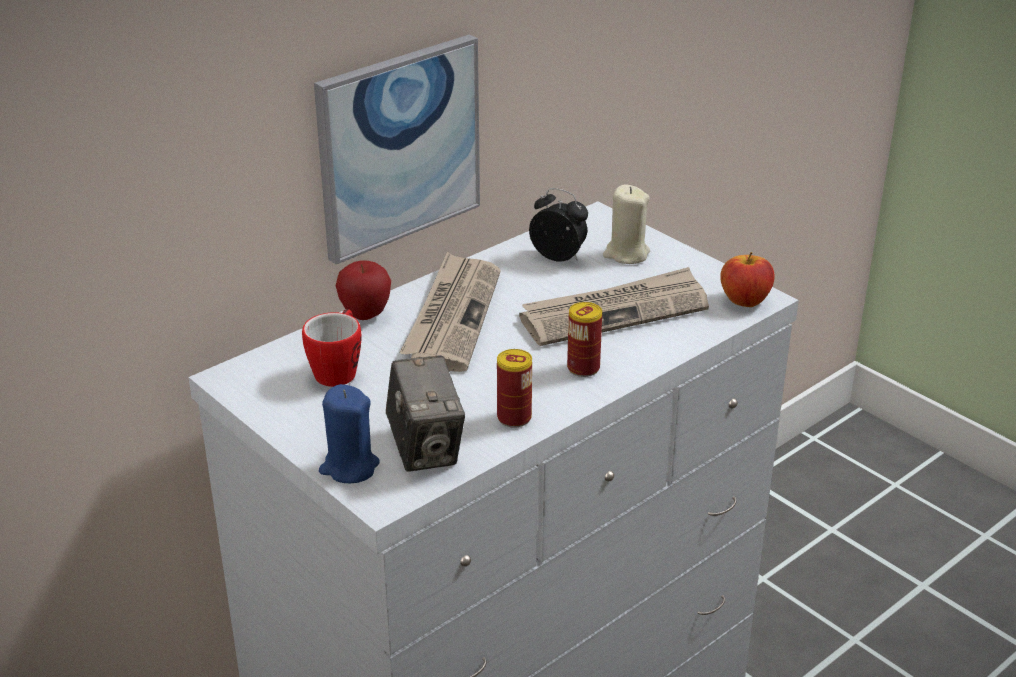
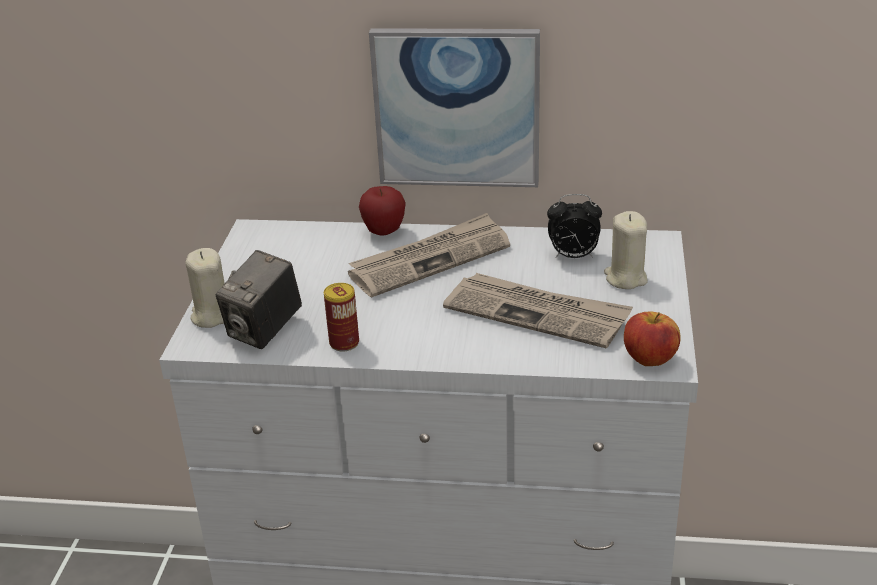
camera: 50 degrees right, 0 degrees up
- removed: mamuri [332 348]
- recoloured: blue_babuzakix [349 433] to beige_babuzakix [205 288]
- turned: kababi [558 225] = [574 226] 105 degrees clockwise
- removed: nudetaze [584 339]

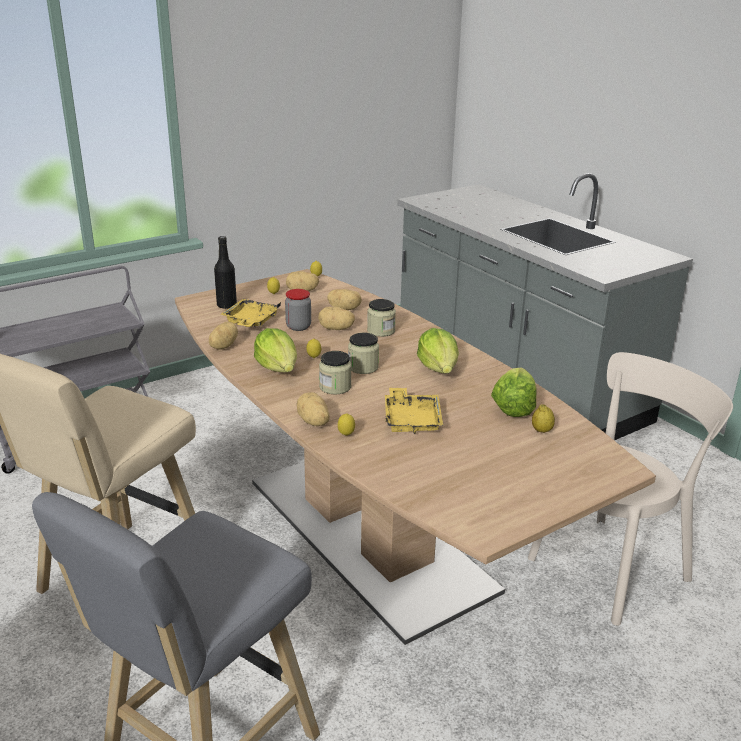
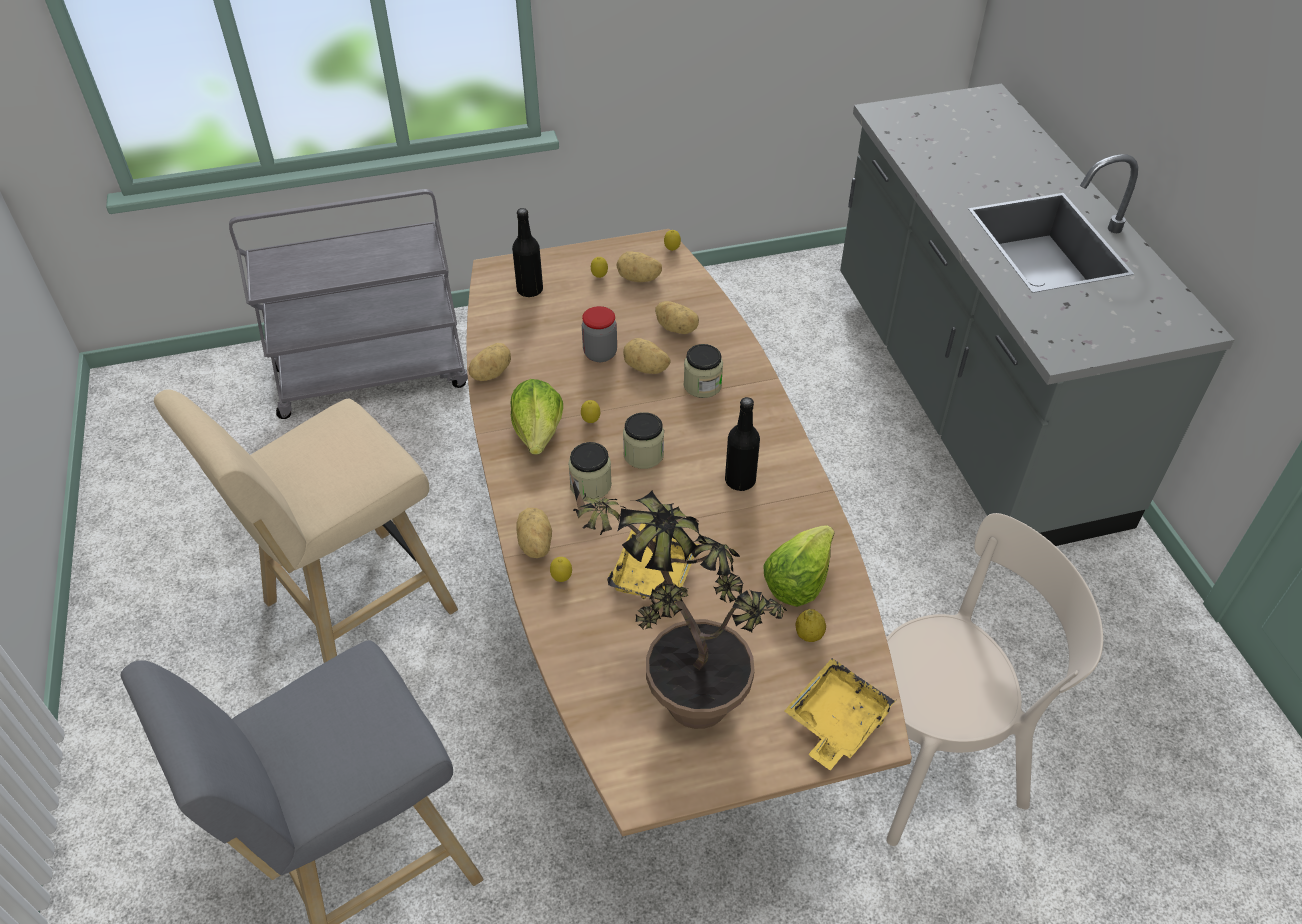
camera: 20 degrees right, 20 degrees up
- moved: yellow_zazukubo [250 313] to [840 714]
- replaced: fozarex [438 350] to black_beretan [742 444]
- added: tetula [678 599]

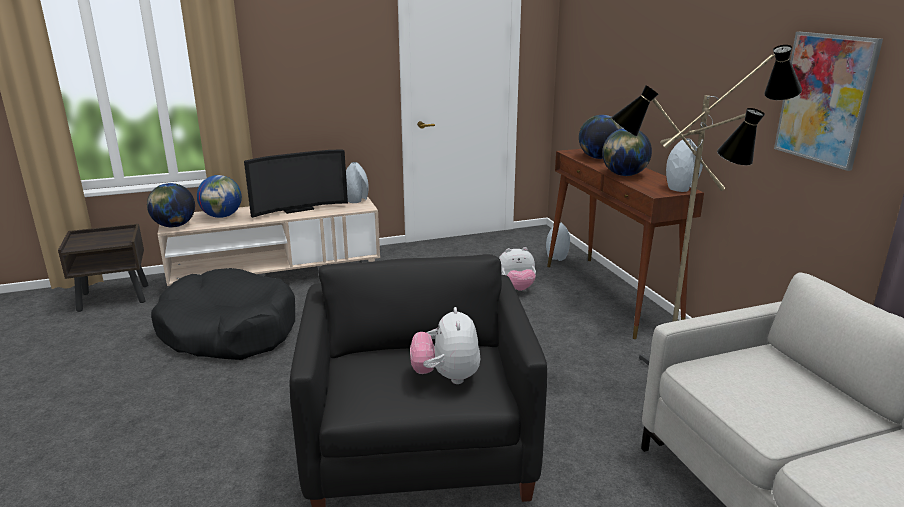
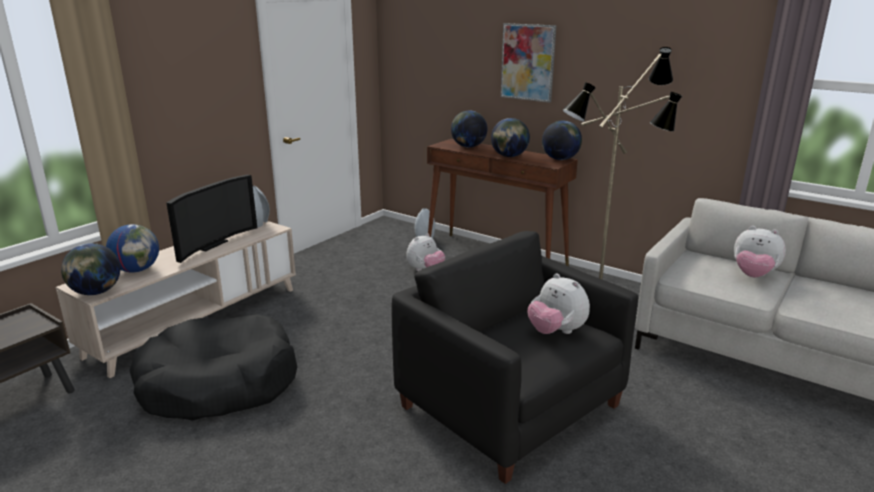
camera: 35 degrees left, 0 degrees up
- replaced: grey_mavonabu [684 165] to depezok [562 140]
- moved: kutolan [828 101] to [528 63]
- added: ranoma [760 252]

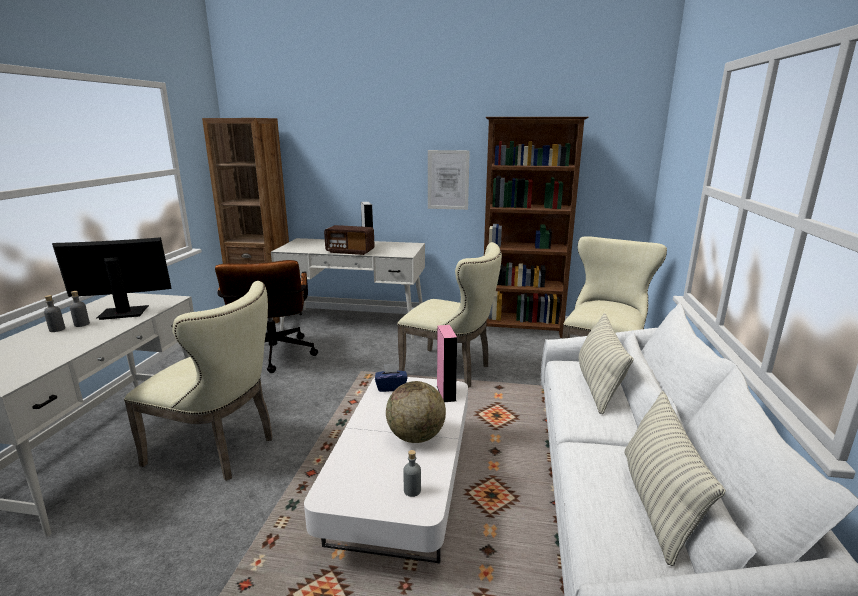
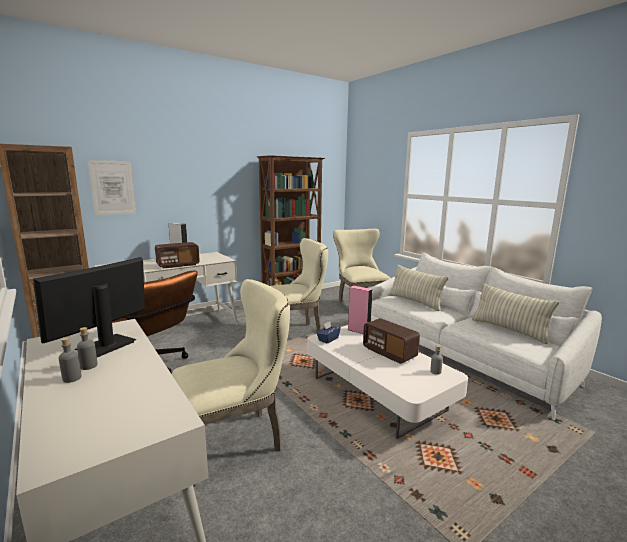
camera: 45 degrees left, 5 degrees down
- replaced: depezok [416 412] to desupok [391 341]
- moved: kutolan [449 180] to [112 187]

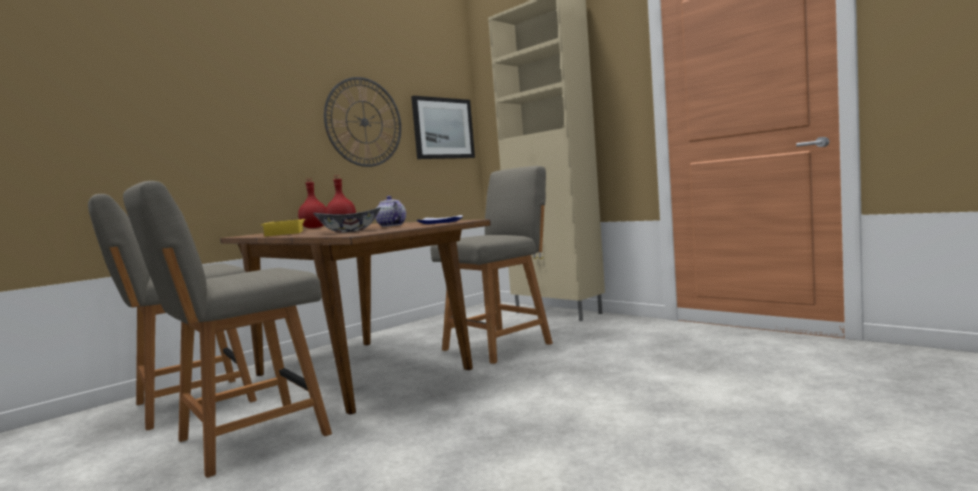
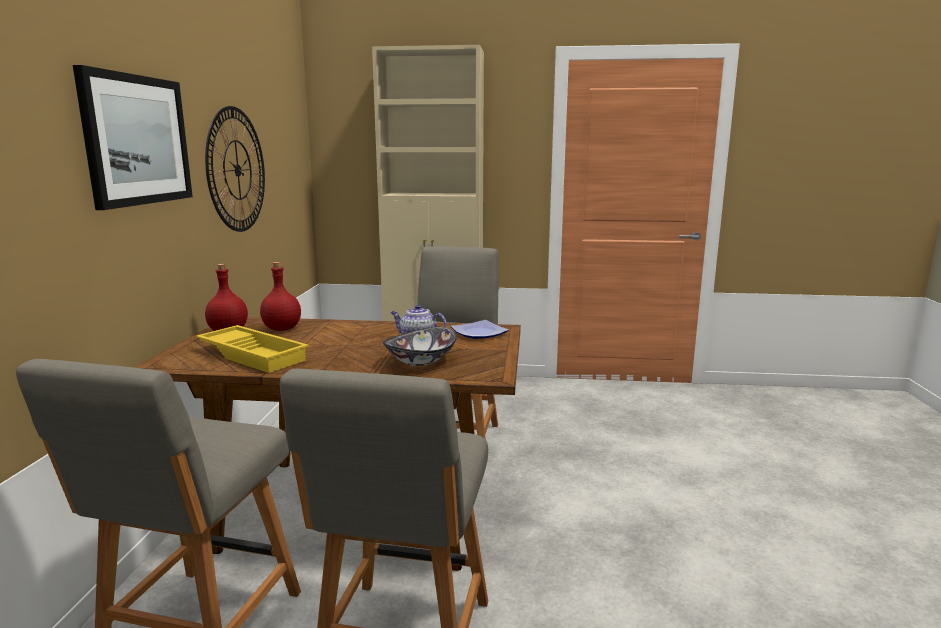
camera: 40 degrees left, 10 degrees up
- moved: kutolan [443 127] to [133 137]

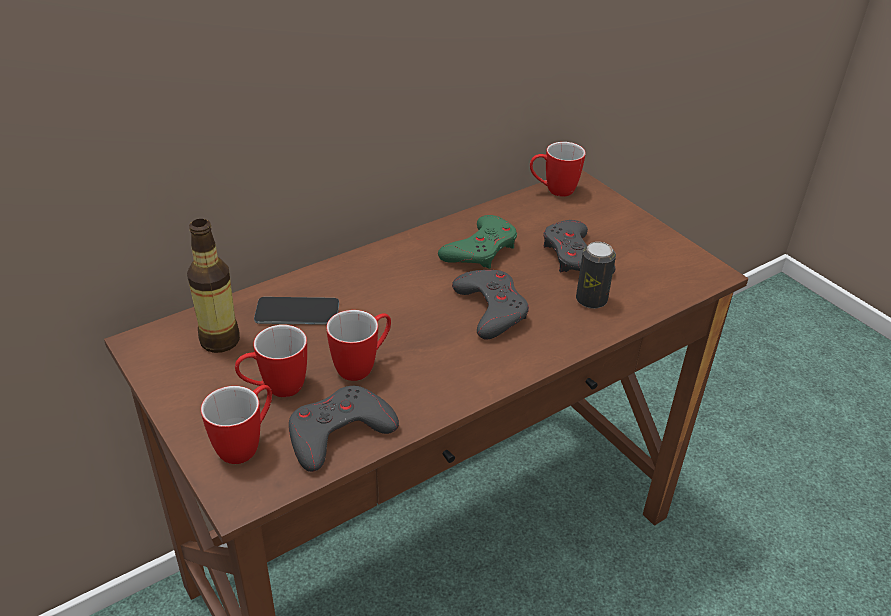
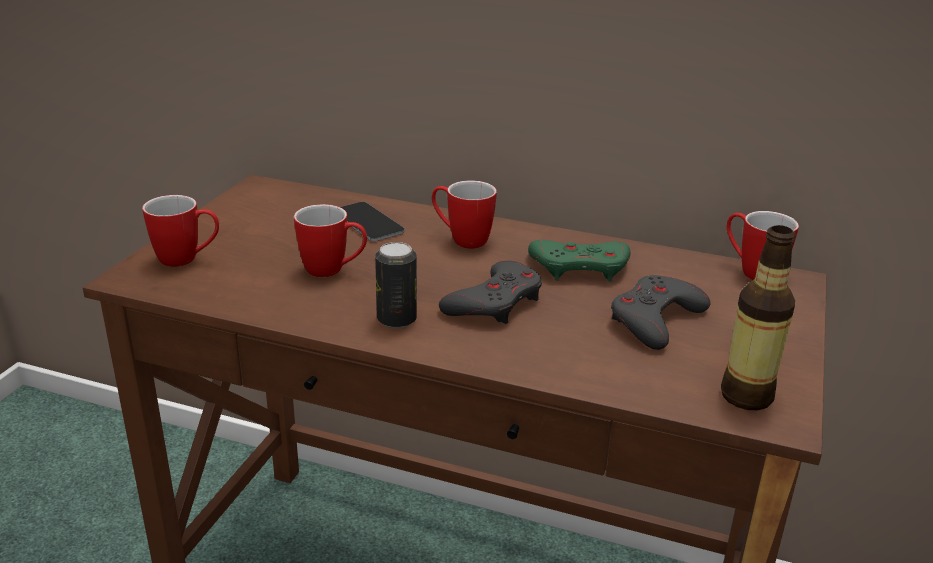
camera: 55 degrees right, 10 degrees down
- moved: beretan [213 286] to [758 317]
- moved: mamuri [271 361] to [464 214]
- removed: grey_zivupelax [344 429]
- moved: nudetaze [596 275] to [396 285]

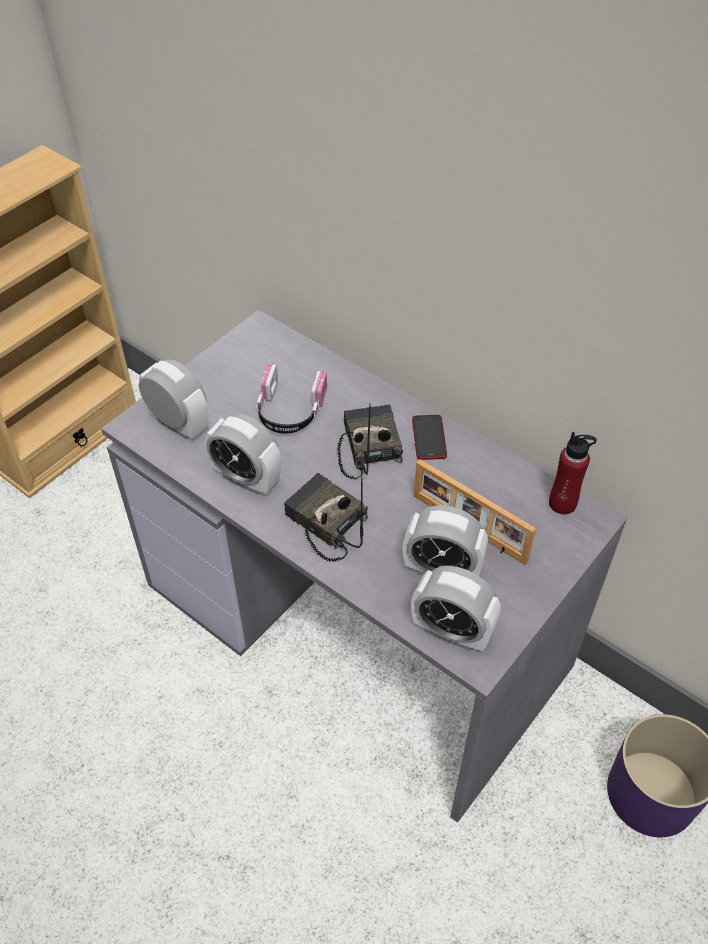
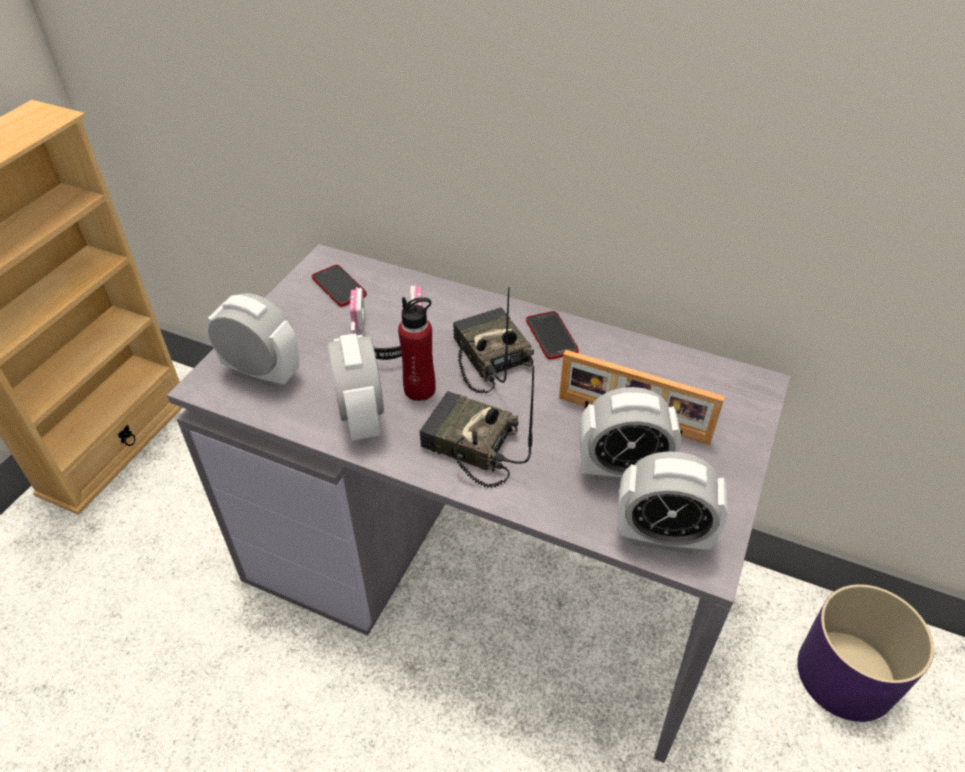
camera: 15 degrees left, 5 degrees down
- turned: kababi [243 454] = [356 386] 60 degrees clockwise
- moved: red_beretan [573 473] to [417 349]
- added: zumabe [339 286]

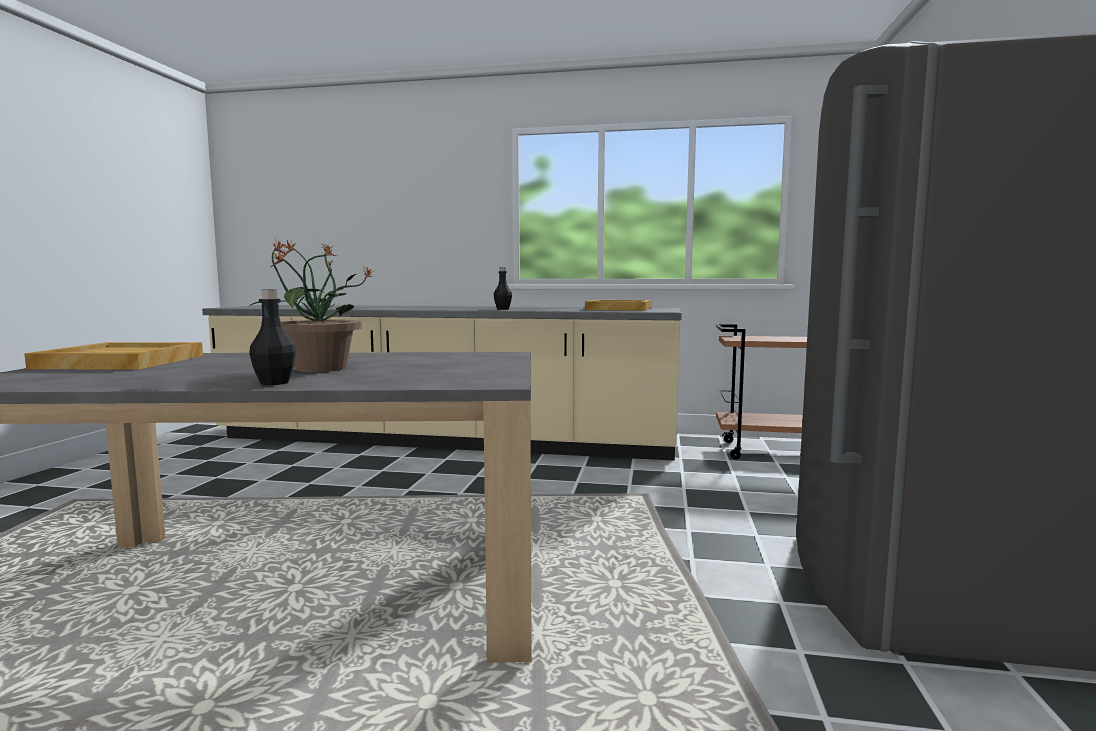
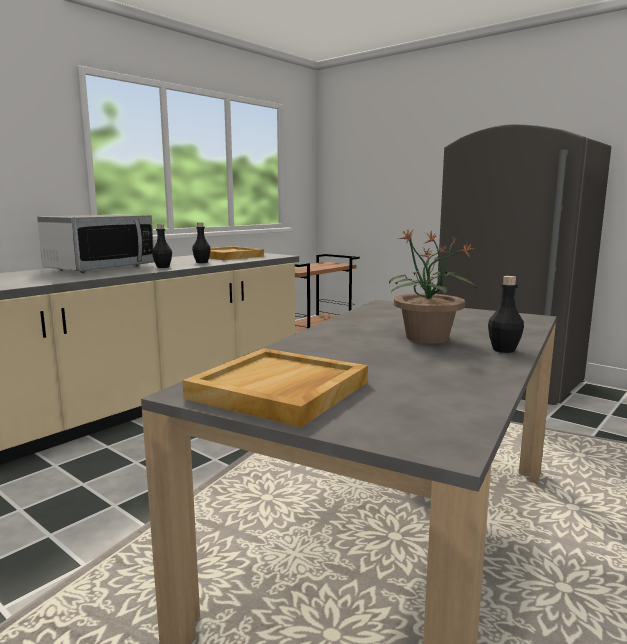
camera: 60 degrees left, 5 degrees up
- added: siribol [95 244]
- added: black_beretan [201 243]

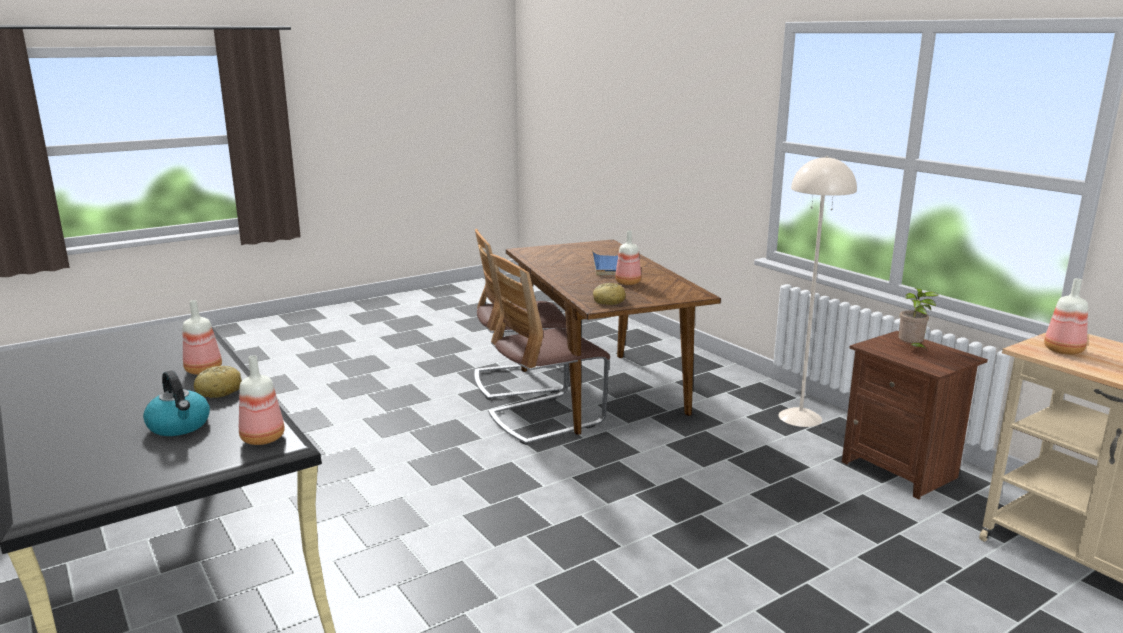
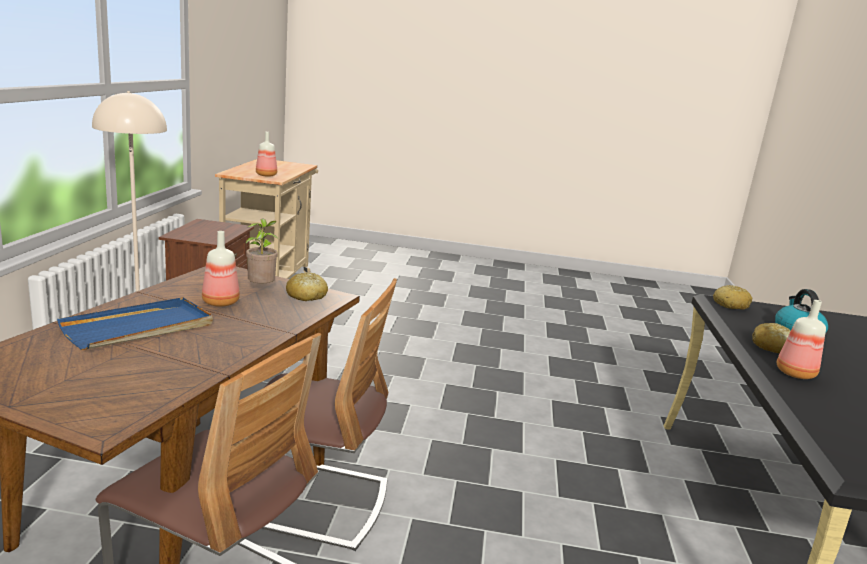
camera: 140 degrees left, 0 degrees up
- replaced: beretan [262 400] to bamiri [732 297]
- moved: tetula [919 320] to [262 251]

